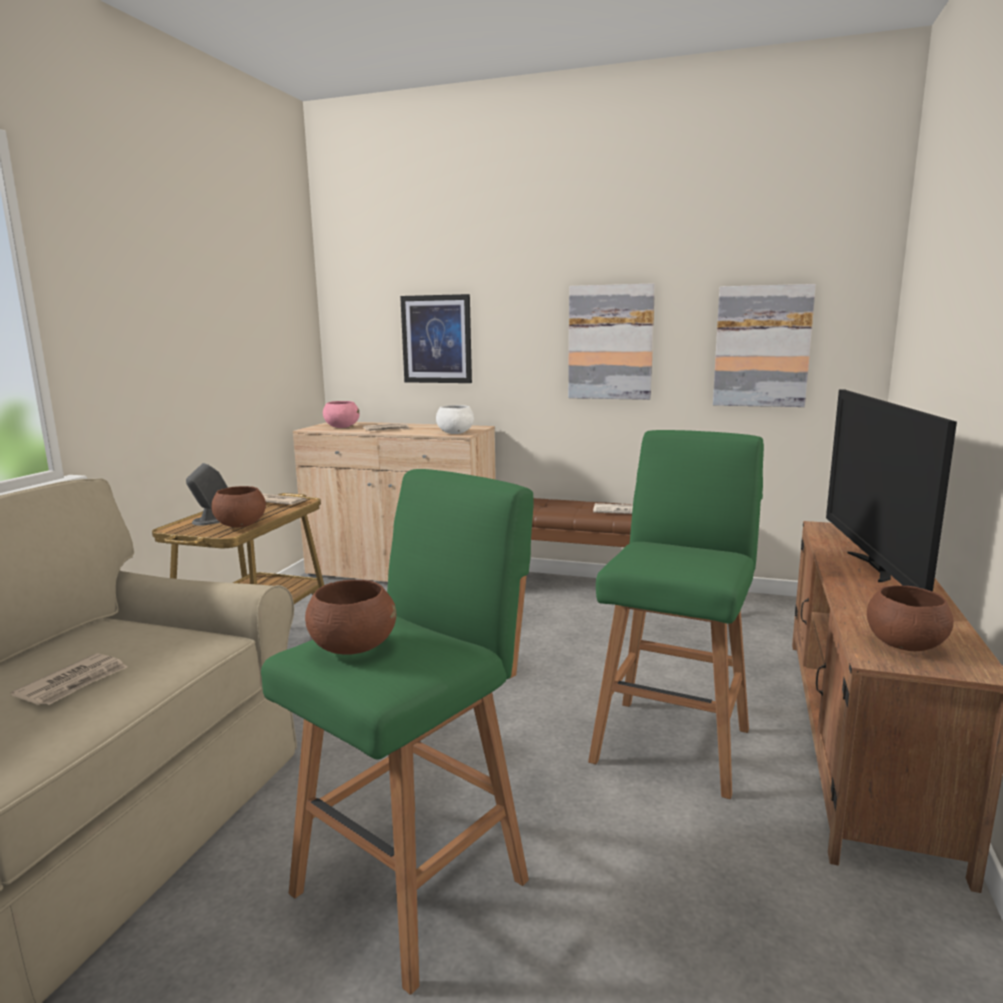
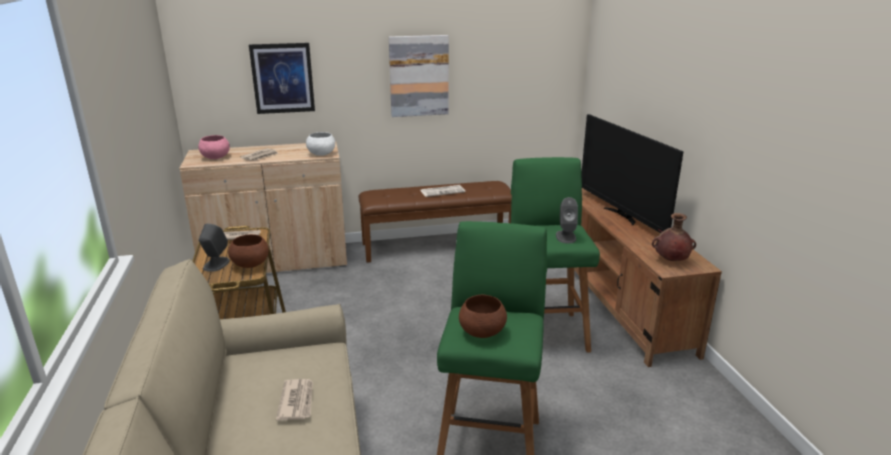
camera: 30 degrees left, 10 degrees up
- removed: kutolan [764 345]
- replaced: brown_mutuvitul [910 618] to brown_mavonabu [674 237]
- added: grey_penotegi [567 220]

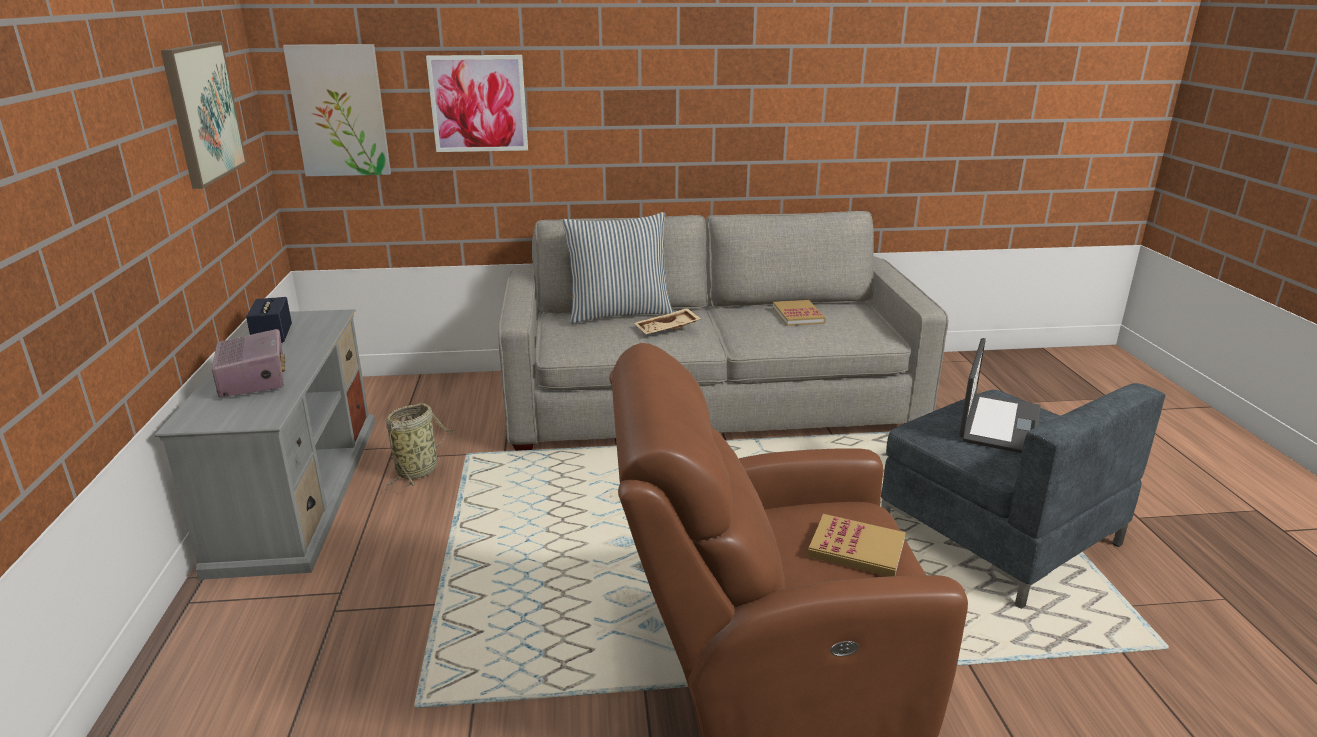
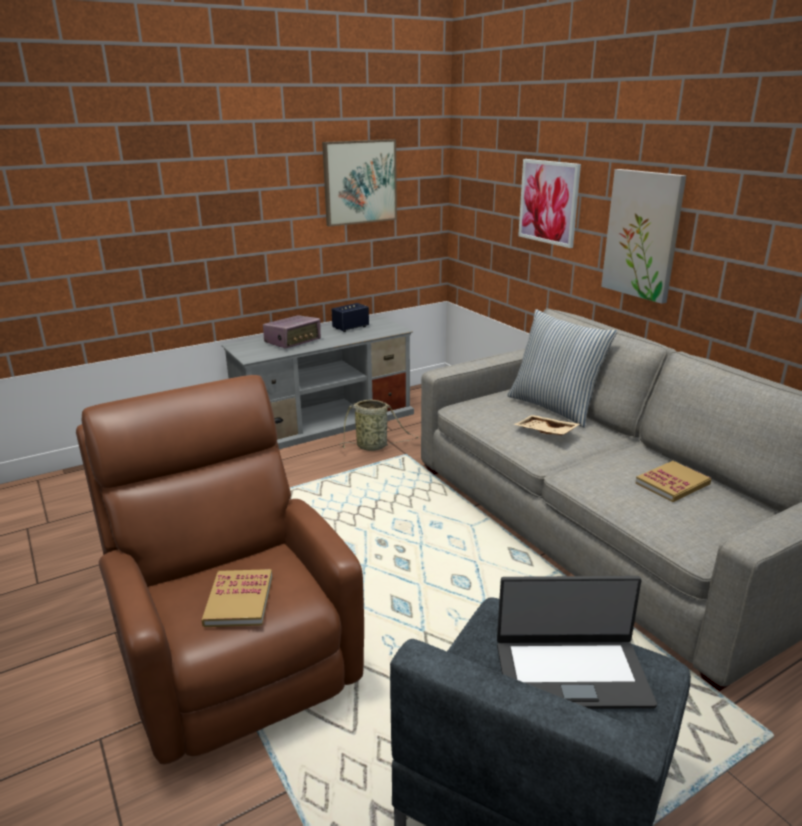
camera: 65 degrees right, 0 degrees up
- moved: kutolan [337 110] to [643 236]

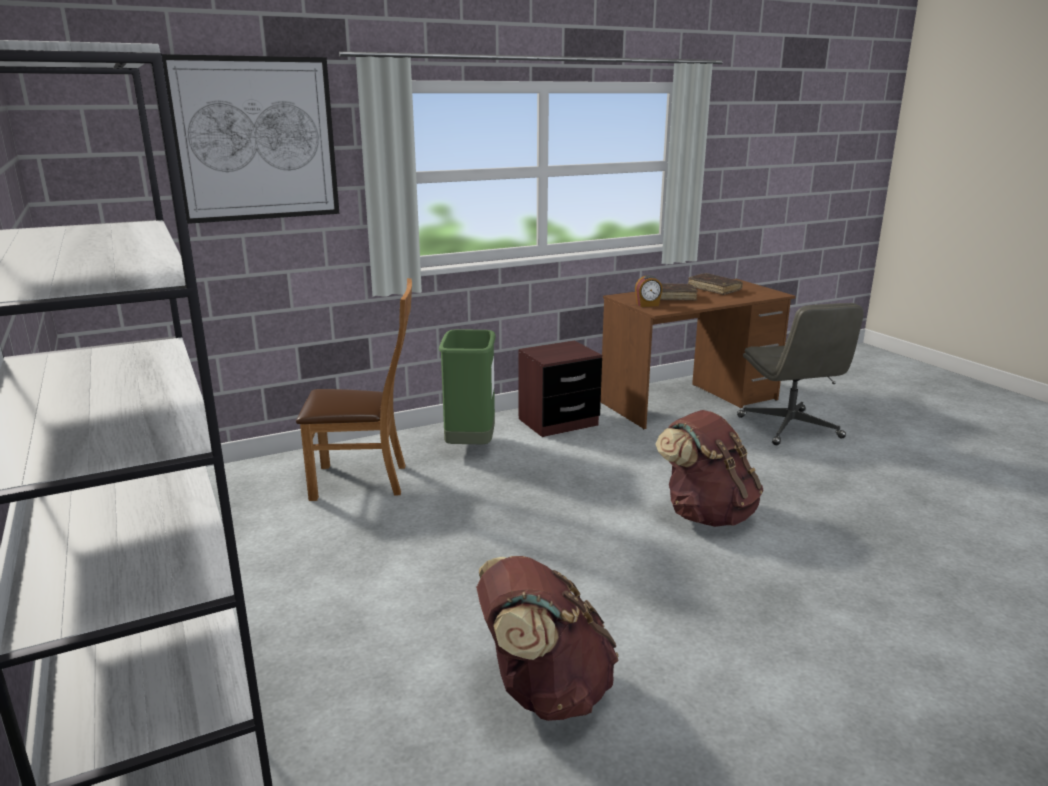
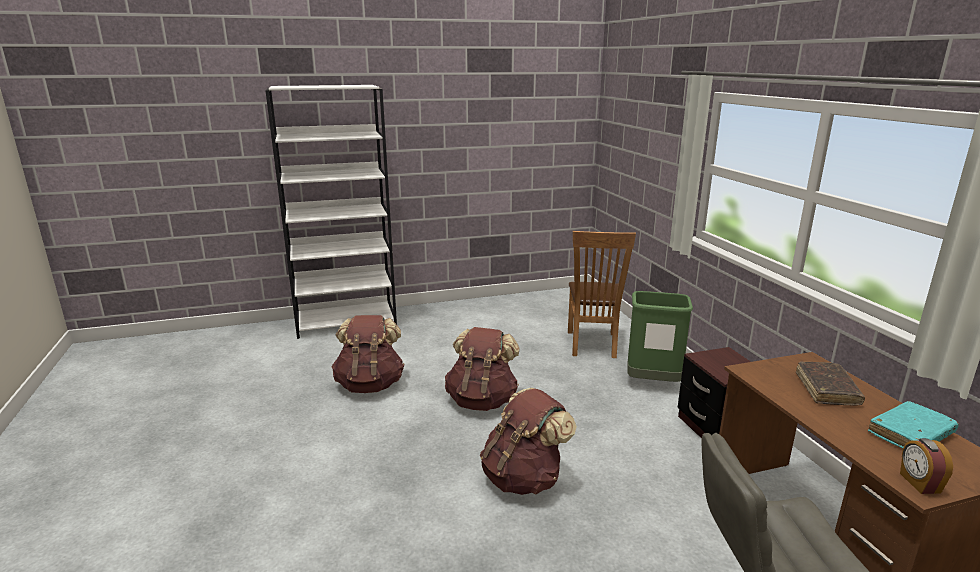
camera: 100 degrees right, 0 degrees up
- removed: kutolan [250 139]
- moved: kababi [649 291] to [926 466]
- recoloured: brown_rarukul [715 284] to turquoise_rarukul [913 424]
- added: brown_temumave [482 369]

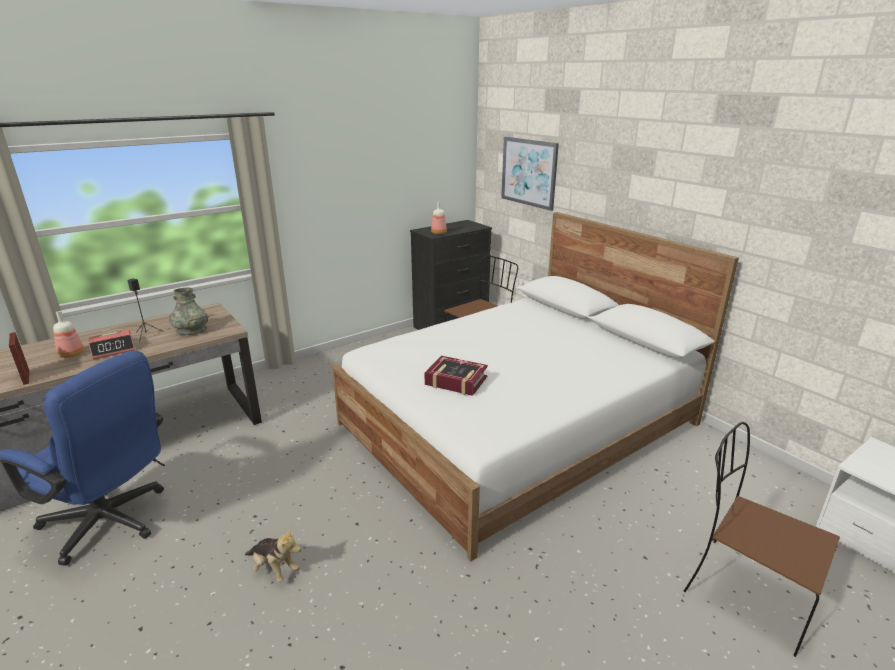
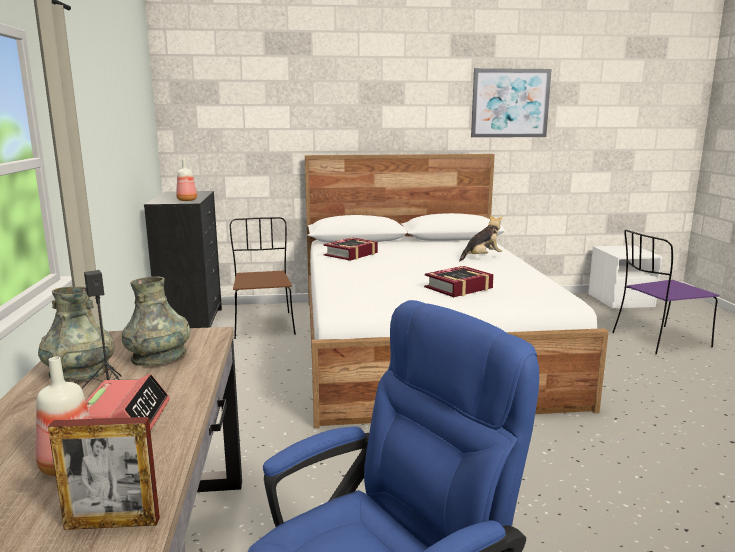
camera: 60 degrees left, 10 degrees down
- moved: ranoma [273 555] to [481 237]
- moved: kutolan [530 174] to [511 103]
- recoloured: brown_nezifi [762 539] to purple_nezifi [665 292]
- added: grey_mavonabu [76 334]
- added: rarukul [351 249]

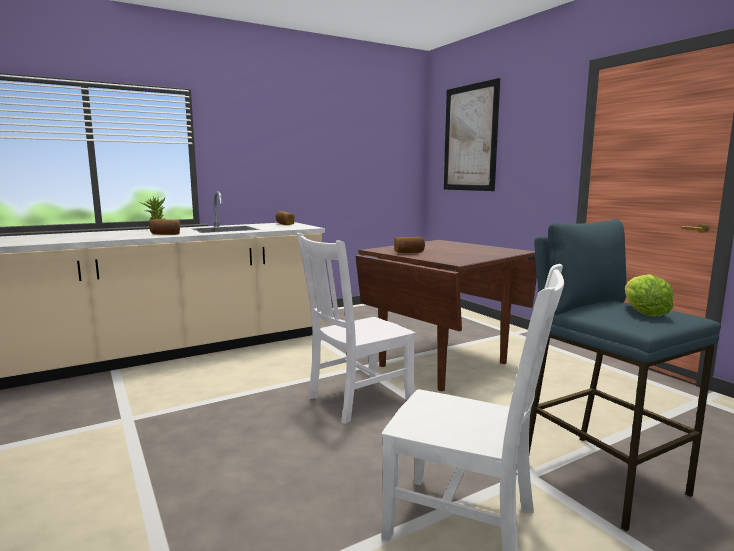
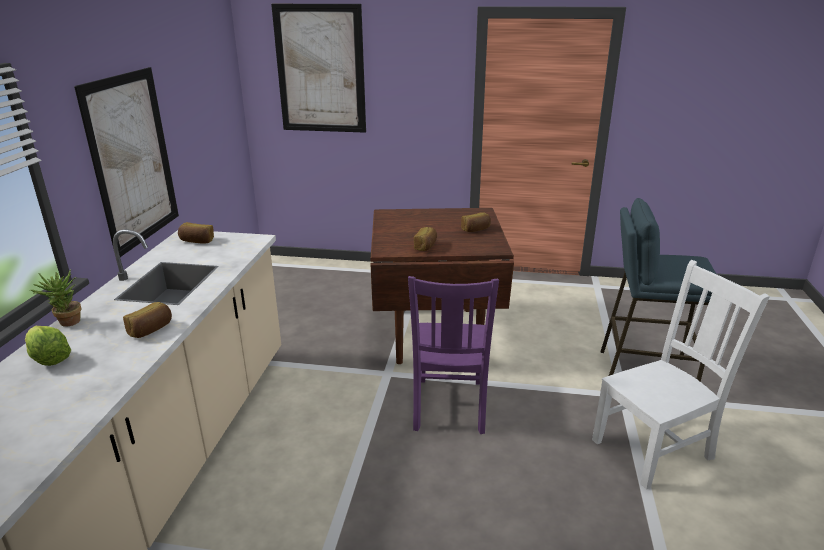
camera: 50 degrees left, 15 degrees up
- recoloured: white_nezifi [356 328] to purple_nezifi [453 355]
- moved: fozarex [649 295] to [48 346]
- added: kutolan [126 162]
- added: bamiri [476 222]

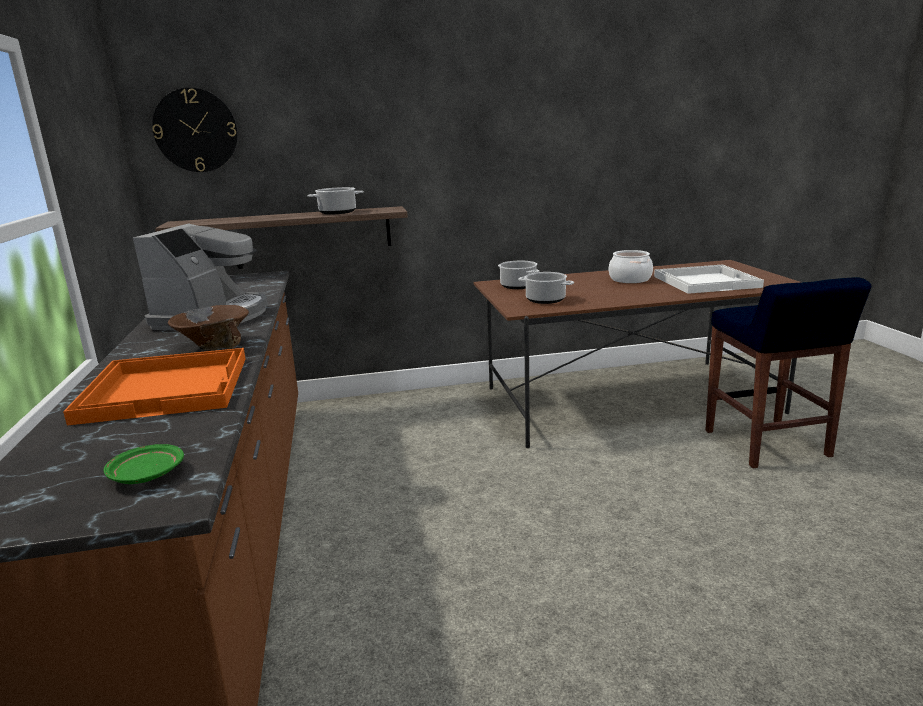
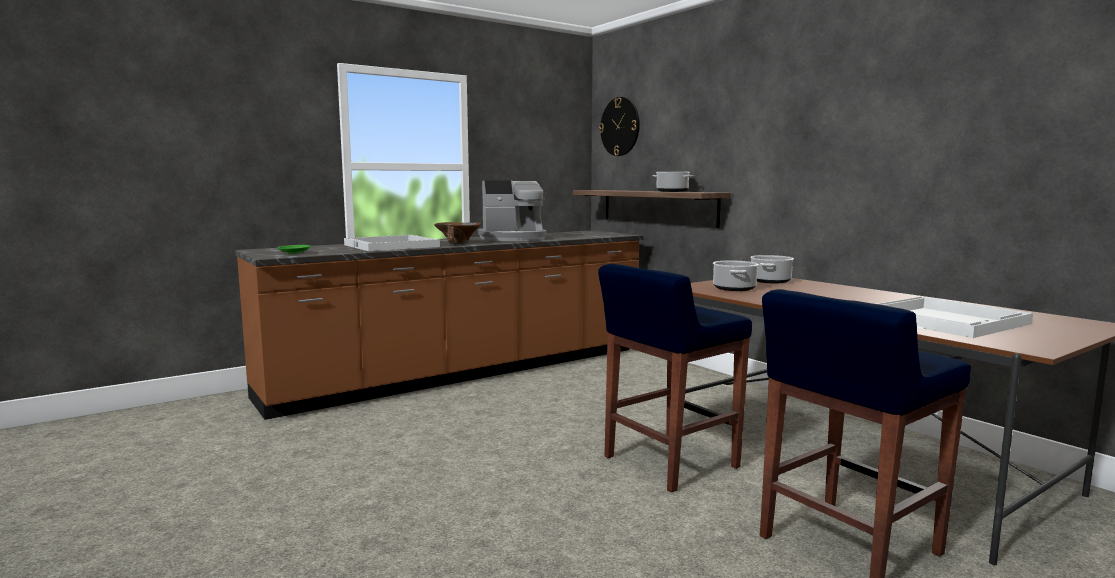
camera: 65 degrees right, 10 degrees down
- recoloured: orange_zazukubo [154 386] to white_zazukubo [392 243]
- removed: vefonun [631 266]
- added: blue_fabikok [675 378]

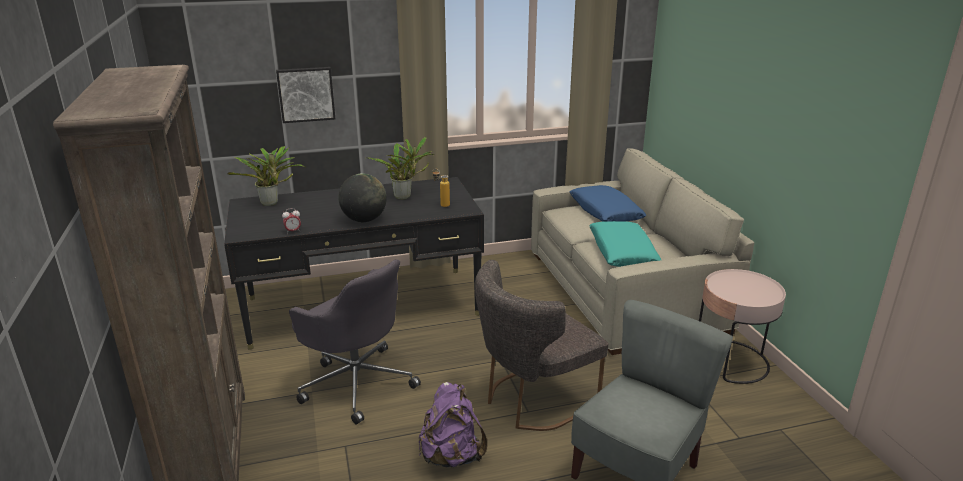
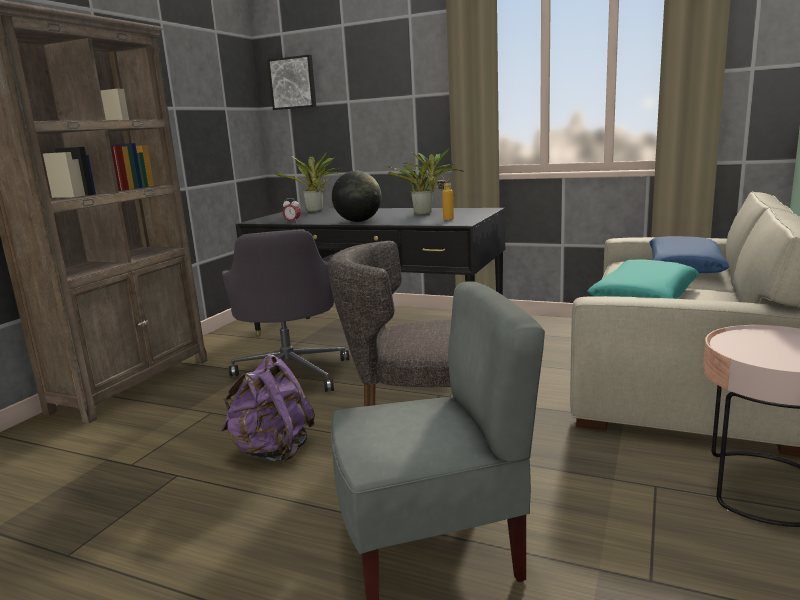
camera: 40 degrees right, 10 degrees down
- moved: kutolan [305 95] to [291 82]

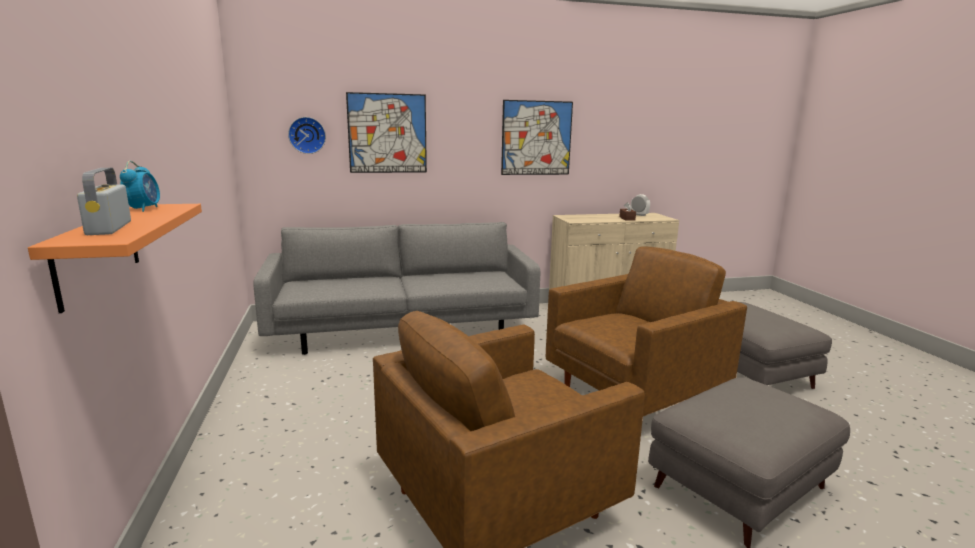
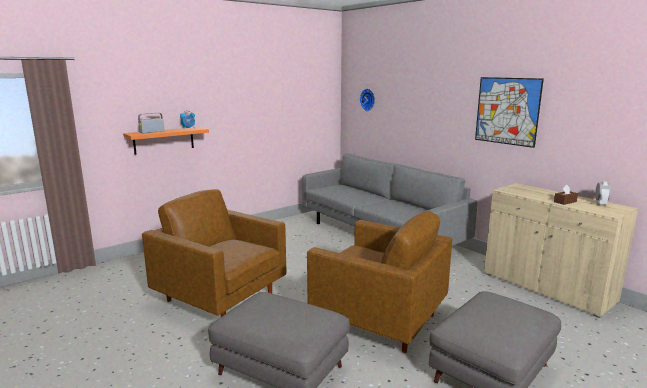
camera: 65 degrees right, 0 degrees up
- removed: kutolan [386 132]

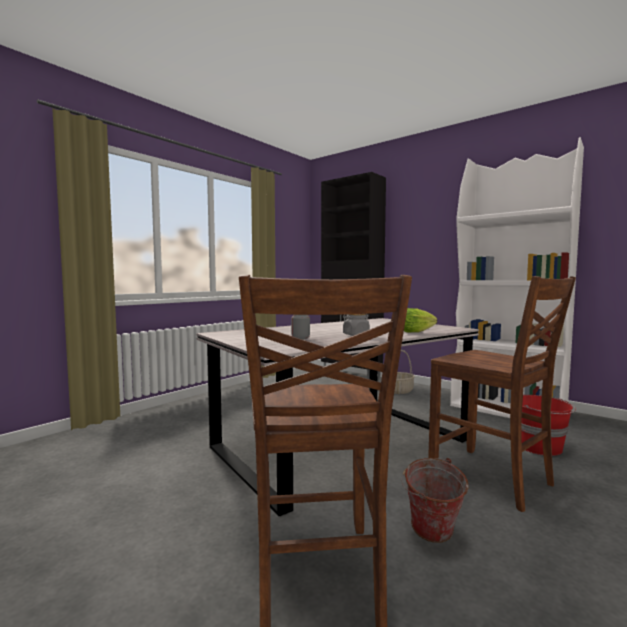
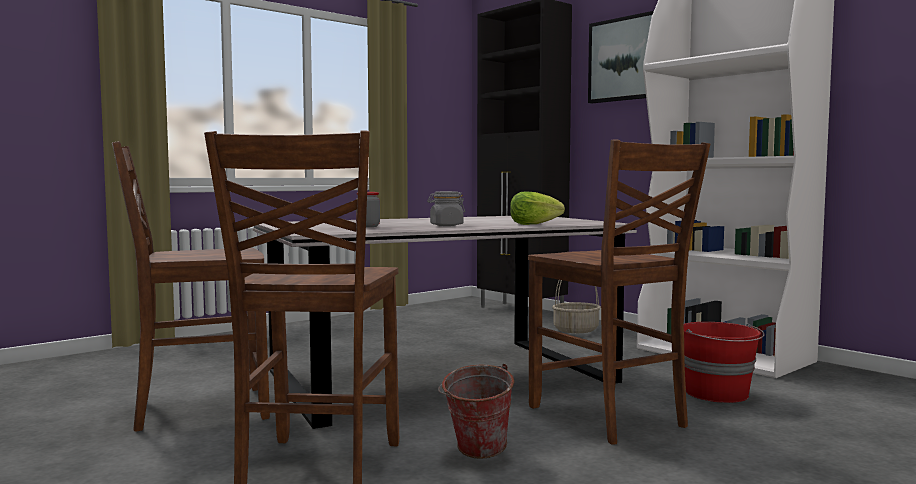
camera: 10 degrees right, 0 degrees up
- added: brown_nezifi [191 286]
- added: kutolan [621 57]

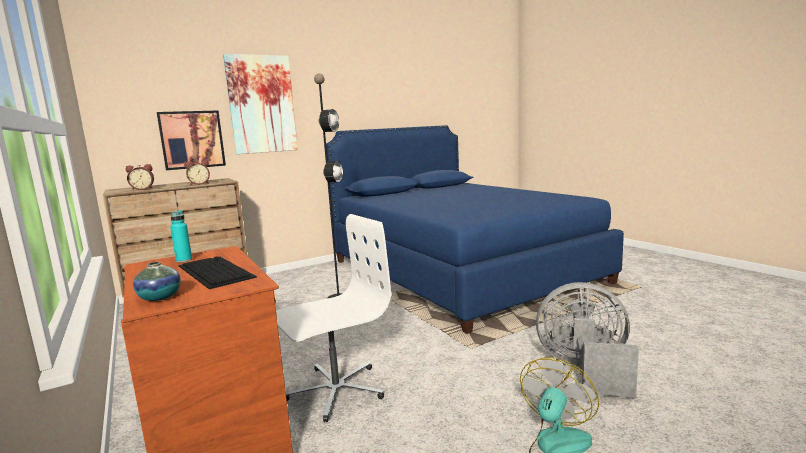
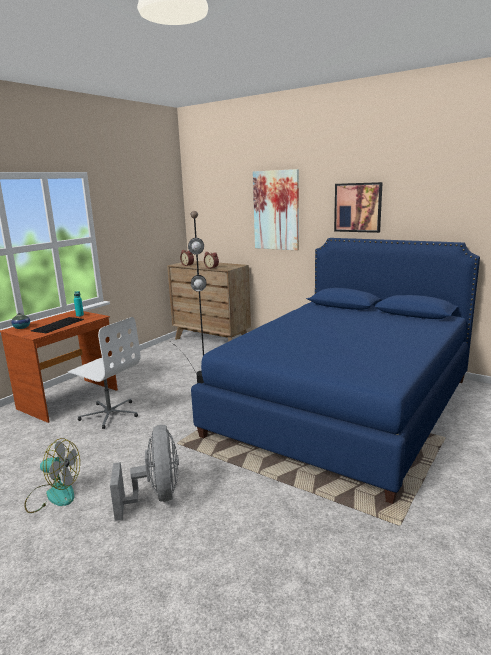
camera: 65 degrees right, 5 degrees up
- moved: kutolan [191 140] to [358 207]

